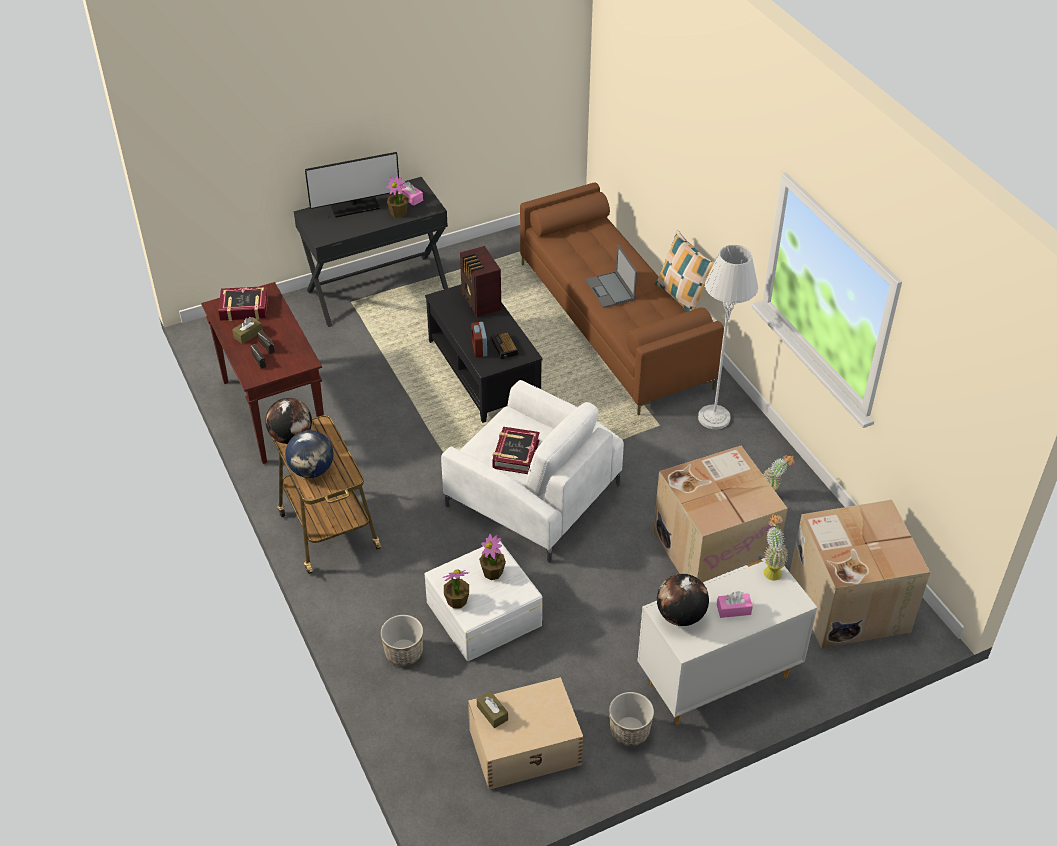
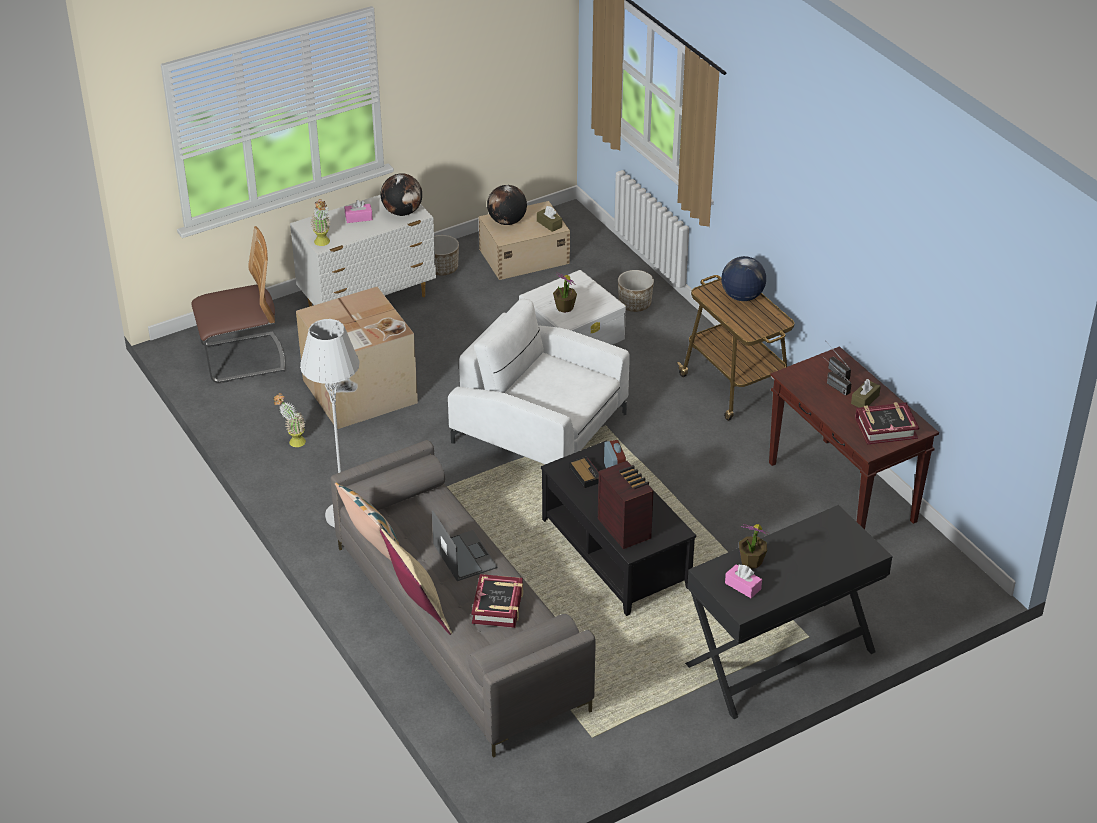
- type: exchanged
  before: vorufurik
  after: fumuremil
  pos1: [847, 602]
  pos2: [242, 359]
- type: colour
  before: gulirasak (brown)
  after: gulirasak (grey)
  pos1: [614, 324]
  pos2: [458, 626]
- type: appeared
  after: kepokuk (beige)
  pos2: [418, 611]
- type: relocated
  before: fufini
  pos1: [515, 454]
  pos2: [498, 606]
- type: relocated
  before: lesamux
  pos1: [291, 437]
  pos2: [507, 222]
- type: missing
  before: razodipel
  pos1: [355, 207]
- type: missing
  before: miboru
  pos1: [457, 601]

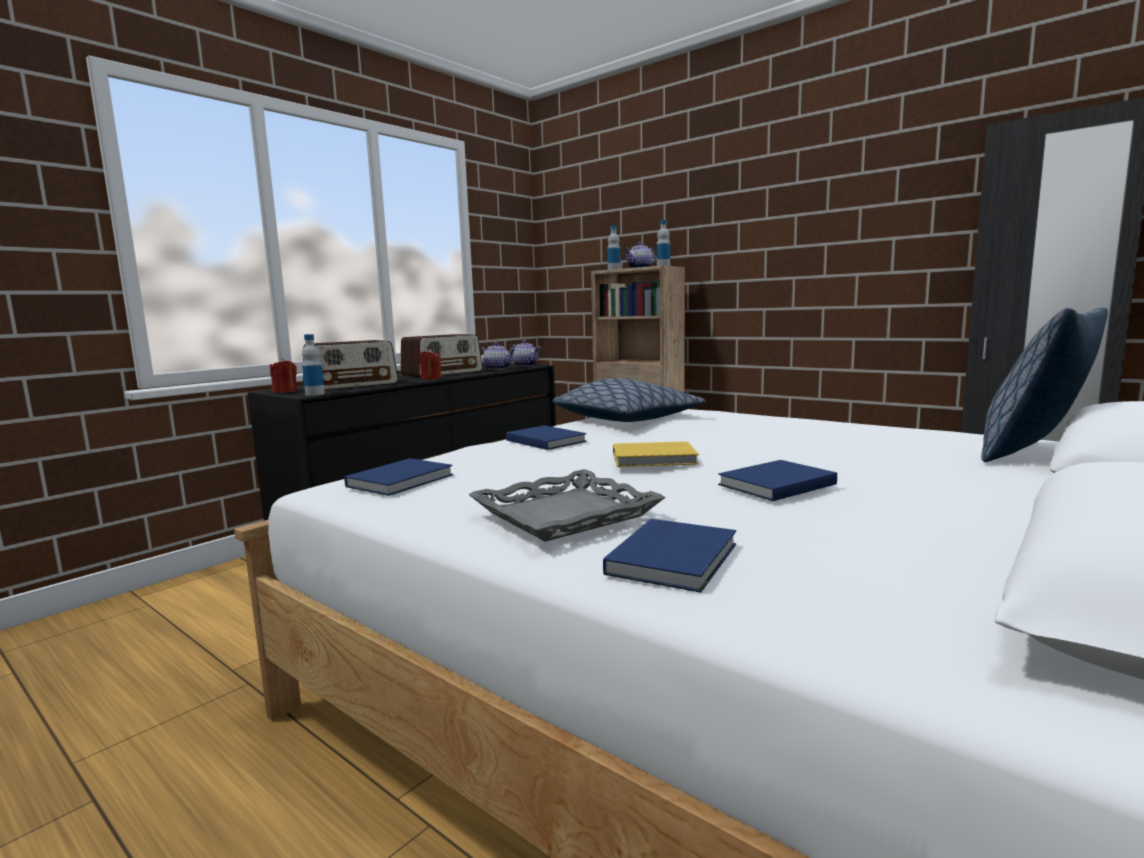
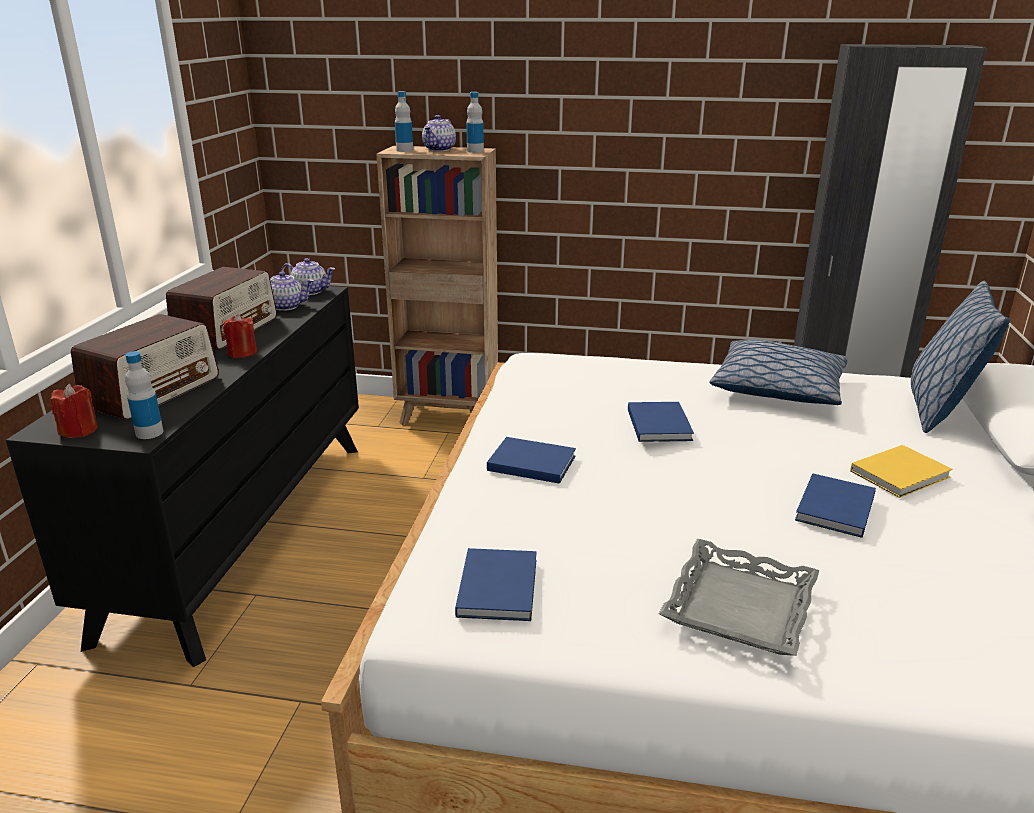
- type: relocated
  before: fufini (blue)
  pos1: [676, 558]
  pos2: [660, 424]
- type: relocated
  before: kepokuk
  pos1: [628, 419]
  pos2: [778, 389]
- type: relocated
  before: fufini (yellow)
  pos1: [656, 458]
  pos2: [902, 474]

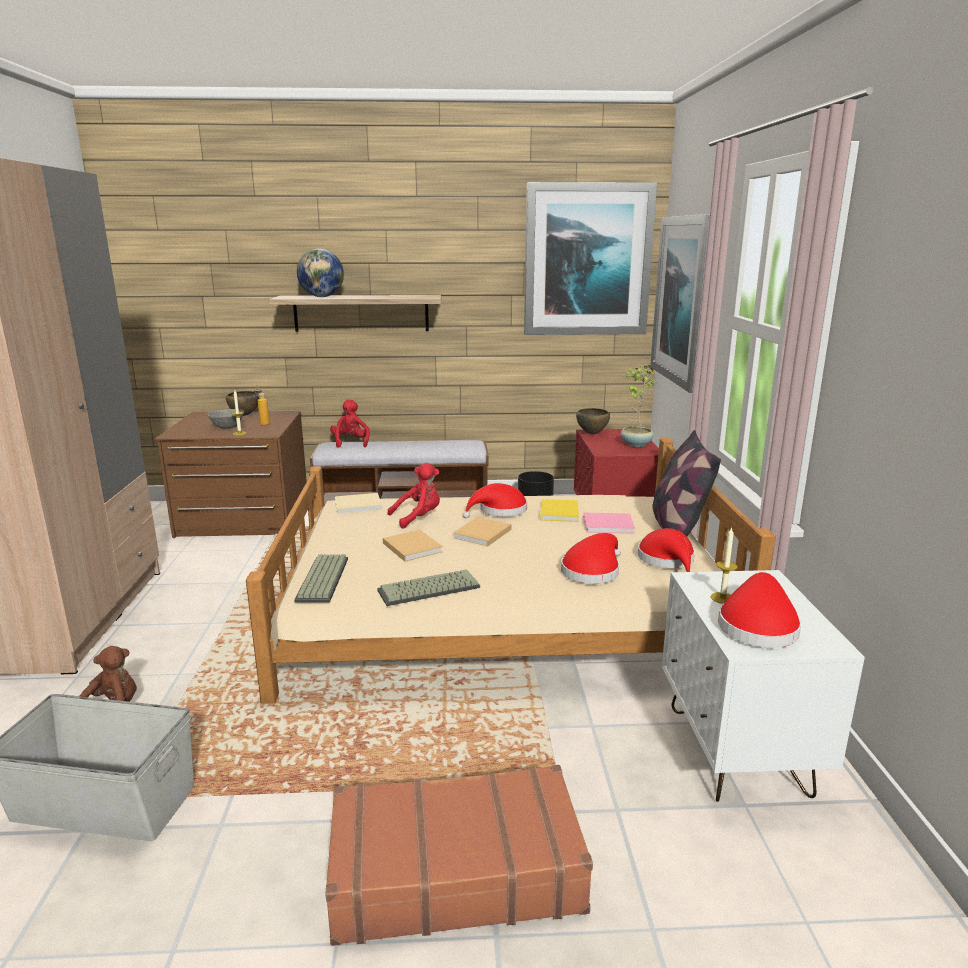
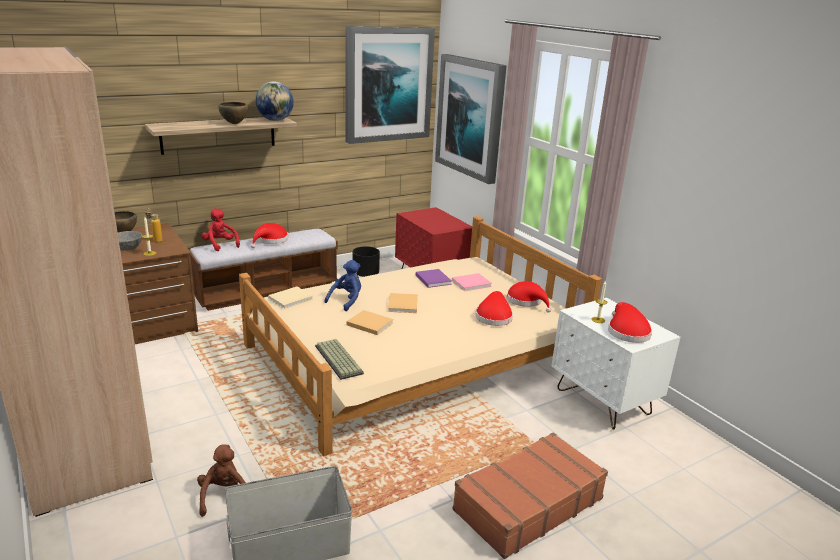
- type: relocated
  before: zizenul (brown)
  pos1: [592, 433]
  pos2: [234, 123]
- type: relocated
  before: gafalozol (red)
  pos1: [499, 511]
  pos2: [271, 240]
- type: relocated
  before: lesamux
  pos1: [322, 297]
  pos2: [275, 120]
- type: colour
  before: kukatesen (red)
  after: kukatesen (blue)
  pos1: [418, 518]
  pos2: [346, 301]
- type: colour
  before: fufini (yellow)
  after: fufini (purple)
  pos1: [559, 512]
  pos2: [432, 279]
- type: missing
  before: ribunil
  pos1: [428, 590]
- type: missing
  before: miboru
  pos1: [635, 444]
- type: missing
  before: kepokuk
  pos1: [676, 528]

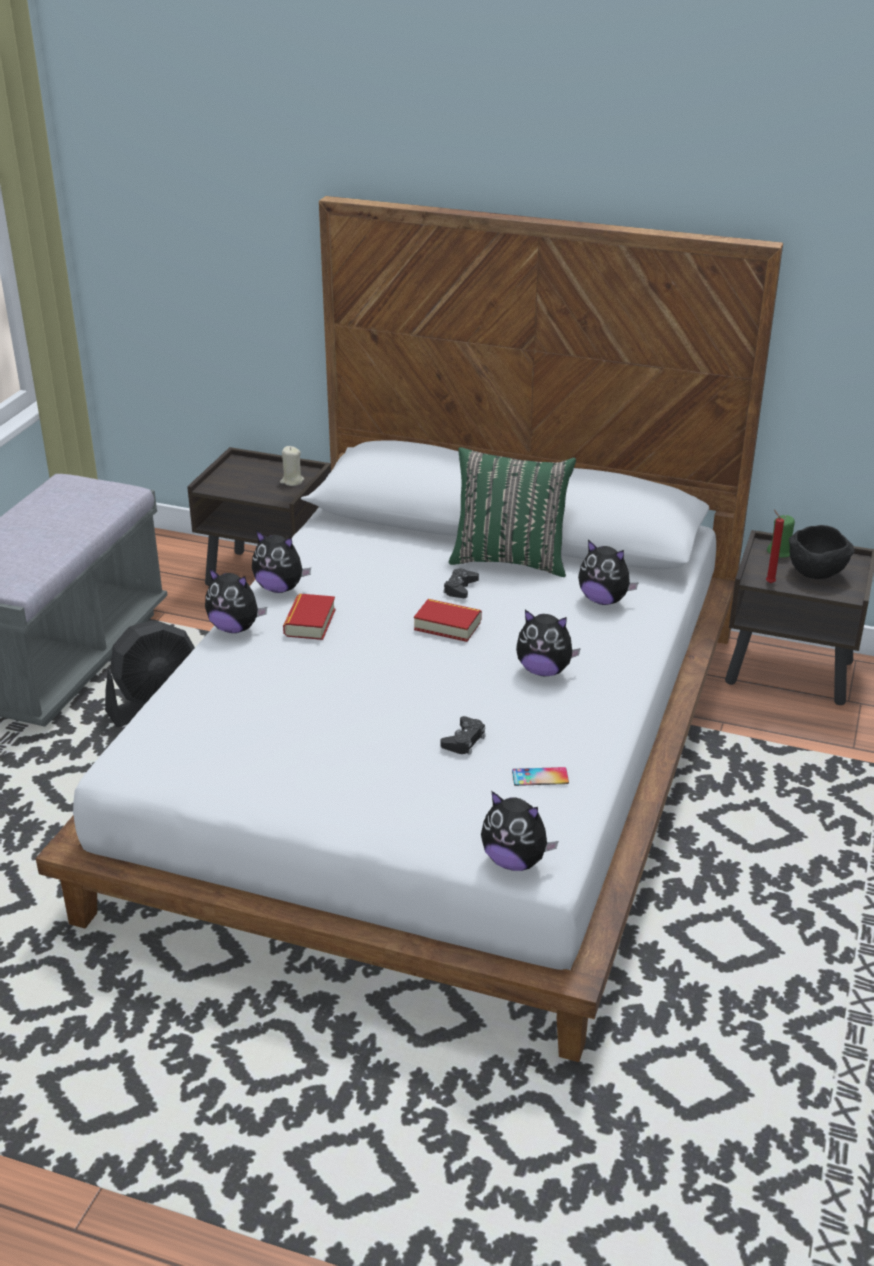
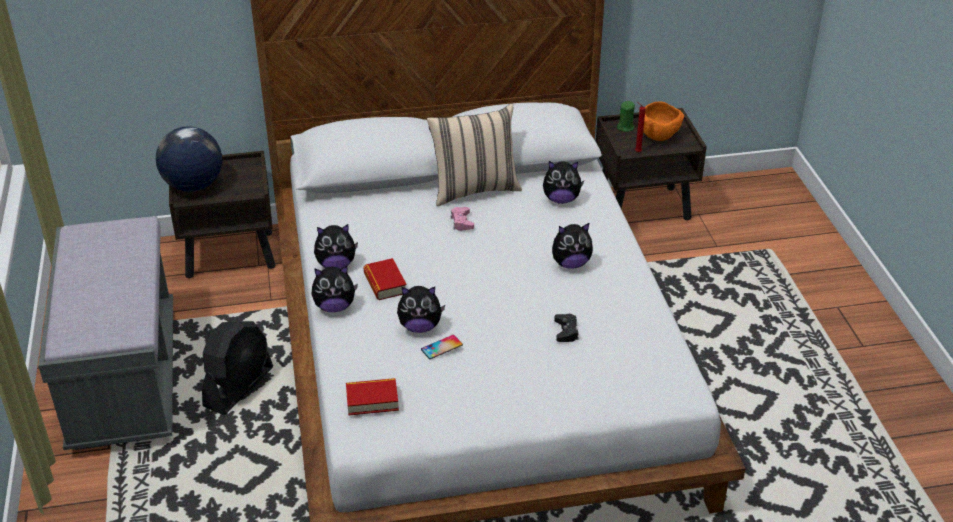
- type: appeared
  after: lesamux
  pos2: [193, 186]
- type: relocated
  before: fufini
  pos1: [447, 625]
  pos2: [372, 400]
- type: relocated
  before: kukatesen
  pos1: [515, 861]
  pos2: [420, 326]
- type: relocated
  before: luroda
  pos1: [540, 777]
  pos2: [441, 347]
- type: colour
  before: kepokuk (green)
  after: kepokuk (beige)
  pos1: [510, 559]
  pos2: [474, 189]
- type: colour
  before: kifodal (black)
  after: kifodal (pink)
  pos1: [460, 588]
  pos2: [462, 222]
- type: colour
  before: zizenul (black)
  after: zizenul (orange)
  pos1: [816, 573]
  pos2: [659, 136]
- type: missing
  before: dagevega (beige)
  pos1: [292, 481]

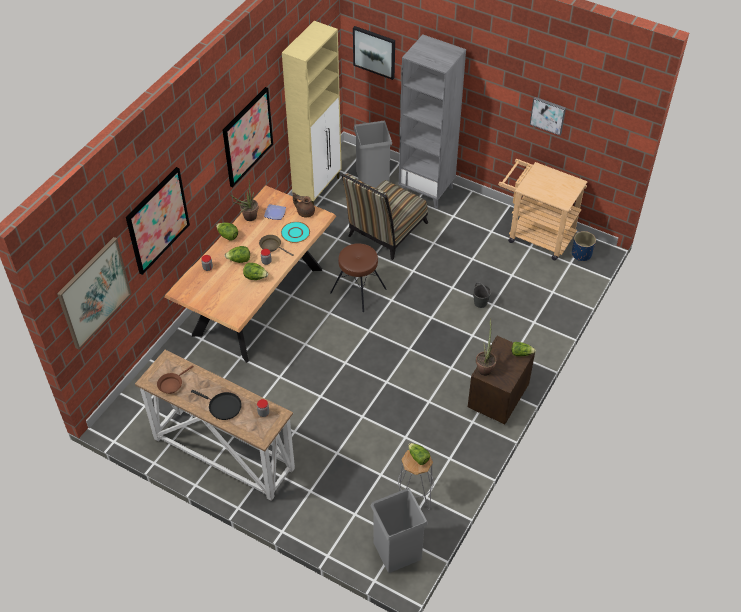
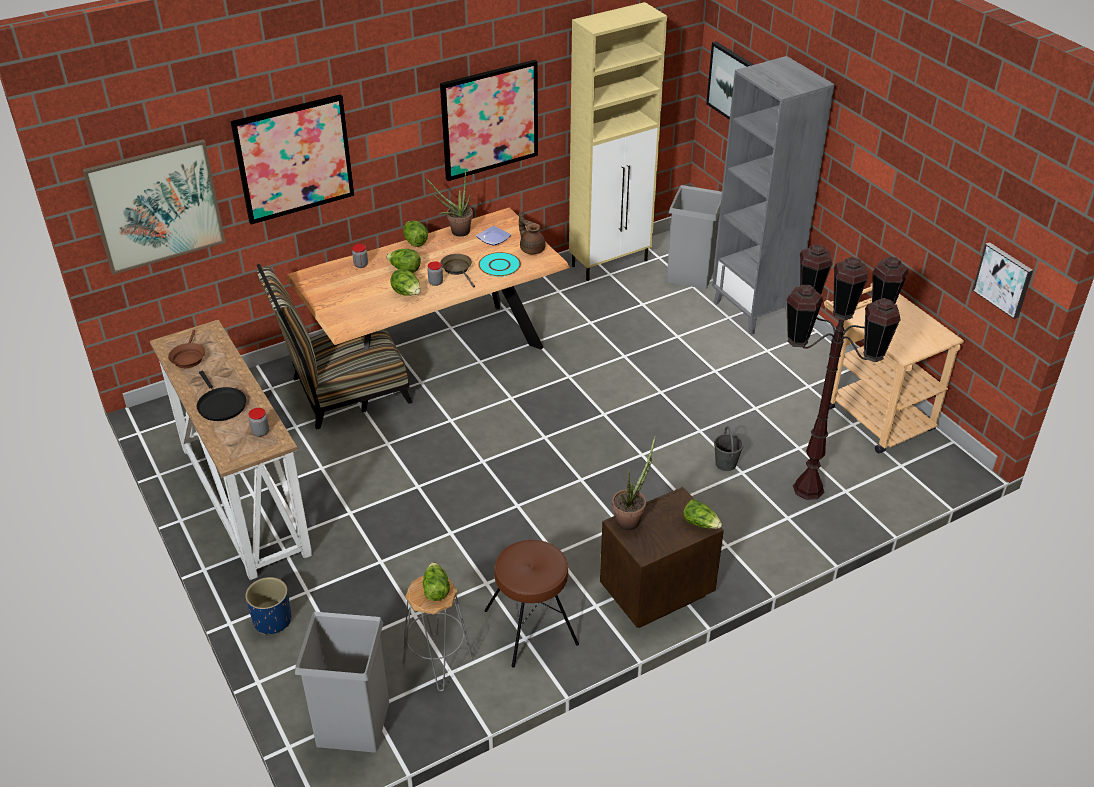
- type: spun
  before: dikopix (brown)
  pos1: [172, 384]
  pos2: [188, 357]
  turn: -75
- type: relocated
  before: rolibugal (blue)
  pos1: [581, 254]
  pos2: [272, 620]
- type: relocated
  before: fumuremil
  pos1: [385, 232]
  pos2: [343, 392]
- type: relocated
  before: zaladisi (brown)
  pos1: [358, 290]
  pos2: [531, 626]
- type: appeared
  after: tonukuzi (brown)
  pos2: [807, 489]
- type: relocated
  before: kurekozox
  pos1: [548, 115]
  pos2: [1004, 279]

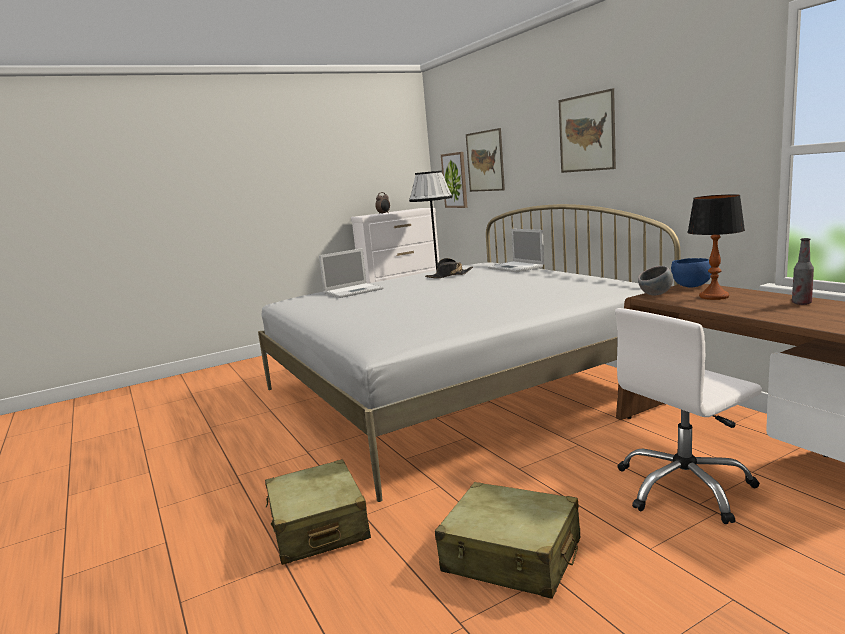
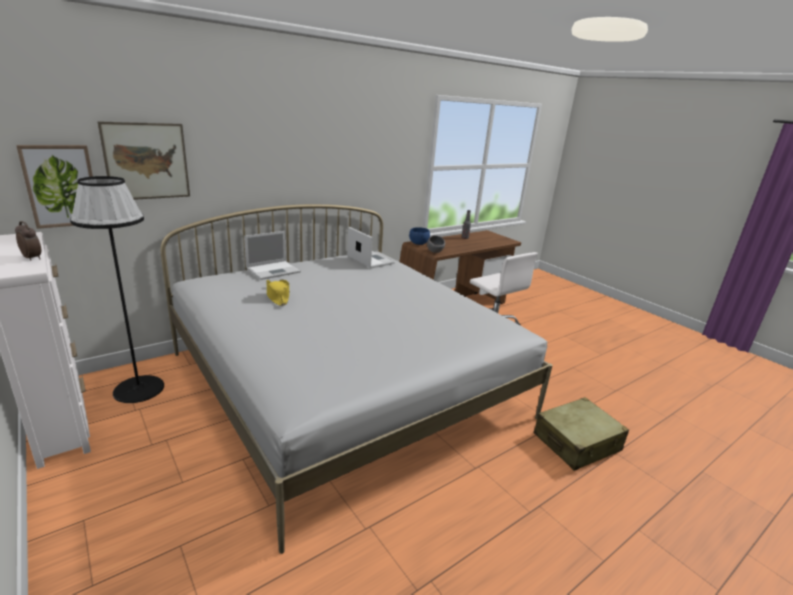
- type: colour
  before: gafalozol (black)
  after: gafalozol (yellow)
  pos1: [449, 275]
  pos2: [278, 296]
- type: relocated
  before: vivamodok
  pos1: [354, 291]
  pos2: [369, 260]
- type: missing
  before: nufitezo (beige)
  pos1: [511, 556]
- type: missing
  before: kurekozox
  pos1: [586, 133]
- type: missing
  before: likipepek
  pos1: [714, 296]

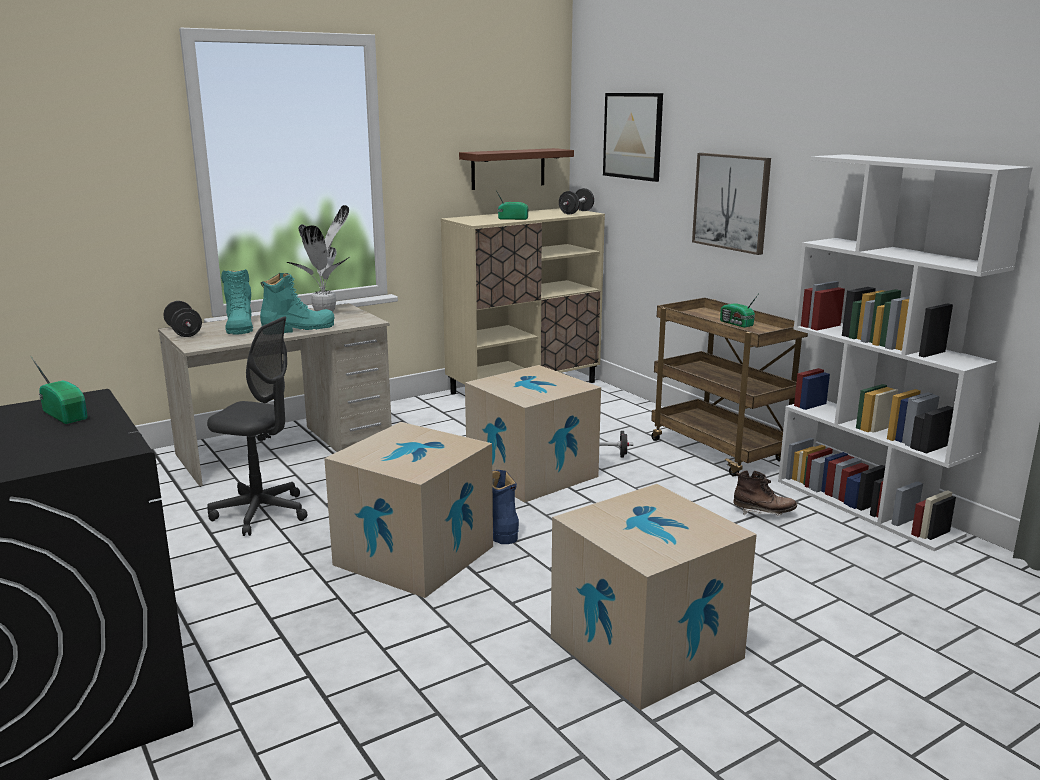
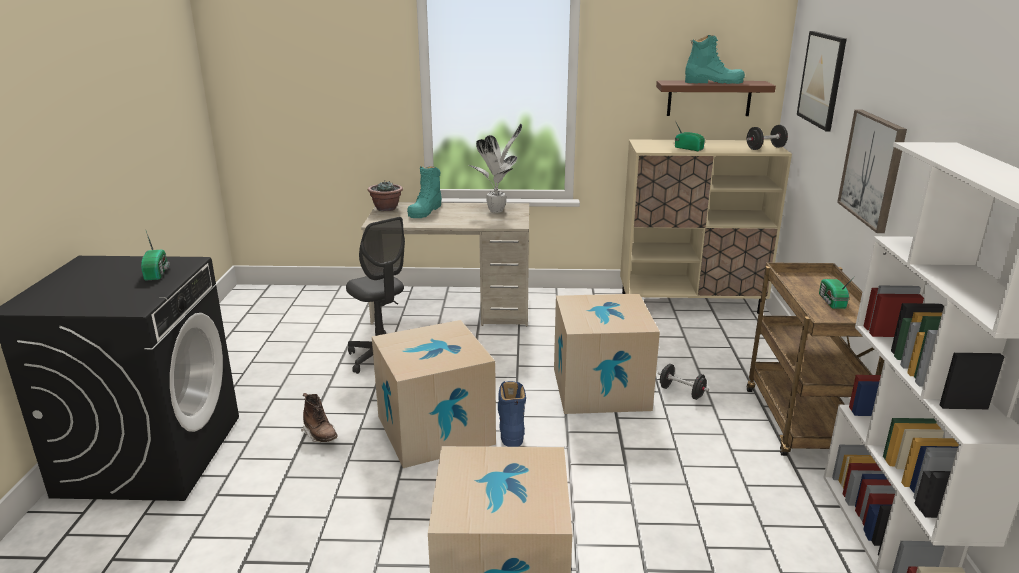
- type: relocated
  before: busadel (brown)
  pos1: [763, 512]
  pos2: [320, 435]
- type: exchanged
  before: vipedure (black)
  after: miboru
  pos1: [184, 332]
  pos2: [386, 208]
- type: relocated
  before: busadel (turquoise)
  pos1: [298, 329]
  pos2: [713, 82]

